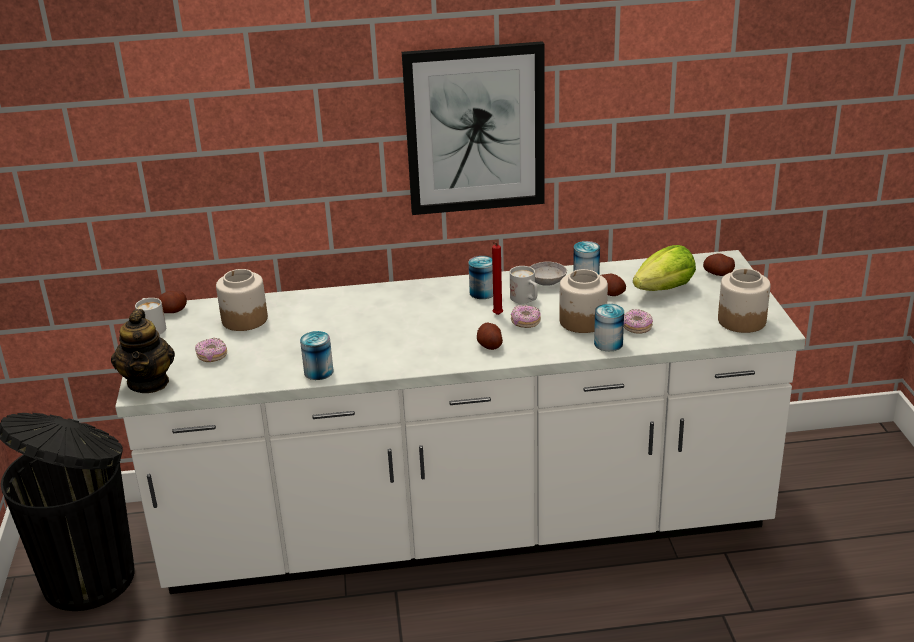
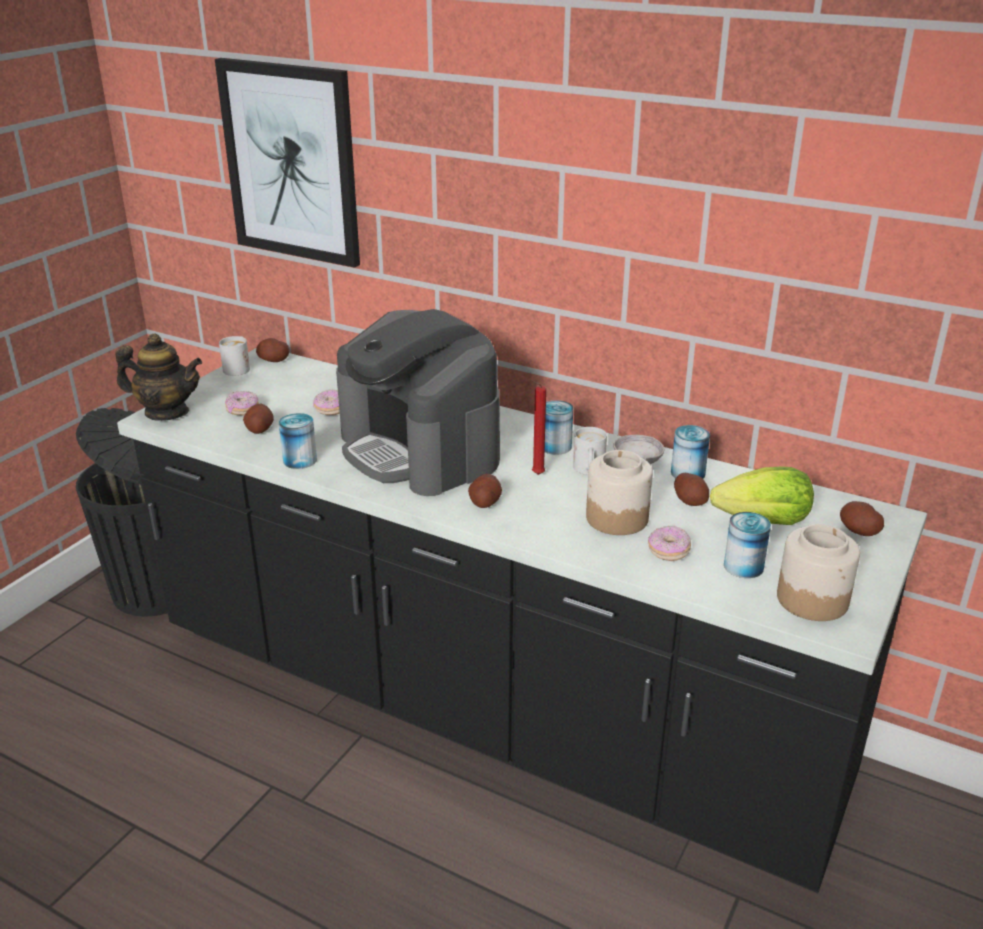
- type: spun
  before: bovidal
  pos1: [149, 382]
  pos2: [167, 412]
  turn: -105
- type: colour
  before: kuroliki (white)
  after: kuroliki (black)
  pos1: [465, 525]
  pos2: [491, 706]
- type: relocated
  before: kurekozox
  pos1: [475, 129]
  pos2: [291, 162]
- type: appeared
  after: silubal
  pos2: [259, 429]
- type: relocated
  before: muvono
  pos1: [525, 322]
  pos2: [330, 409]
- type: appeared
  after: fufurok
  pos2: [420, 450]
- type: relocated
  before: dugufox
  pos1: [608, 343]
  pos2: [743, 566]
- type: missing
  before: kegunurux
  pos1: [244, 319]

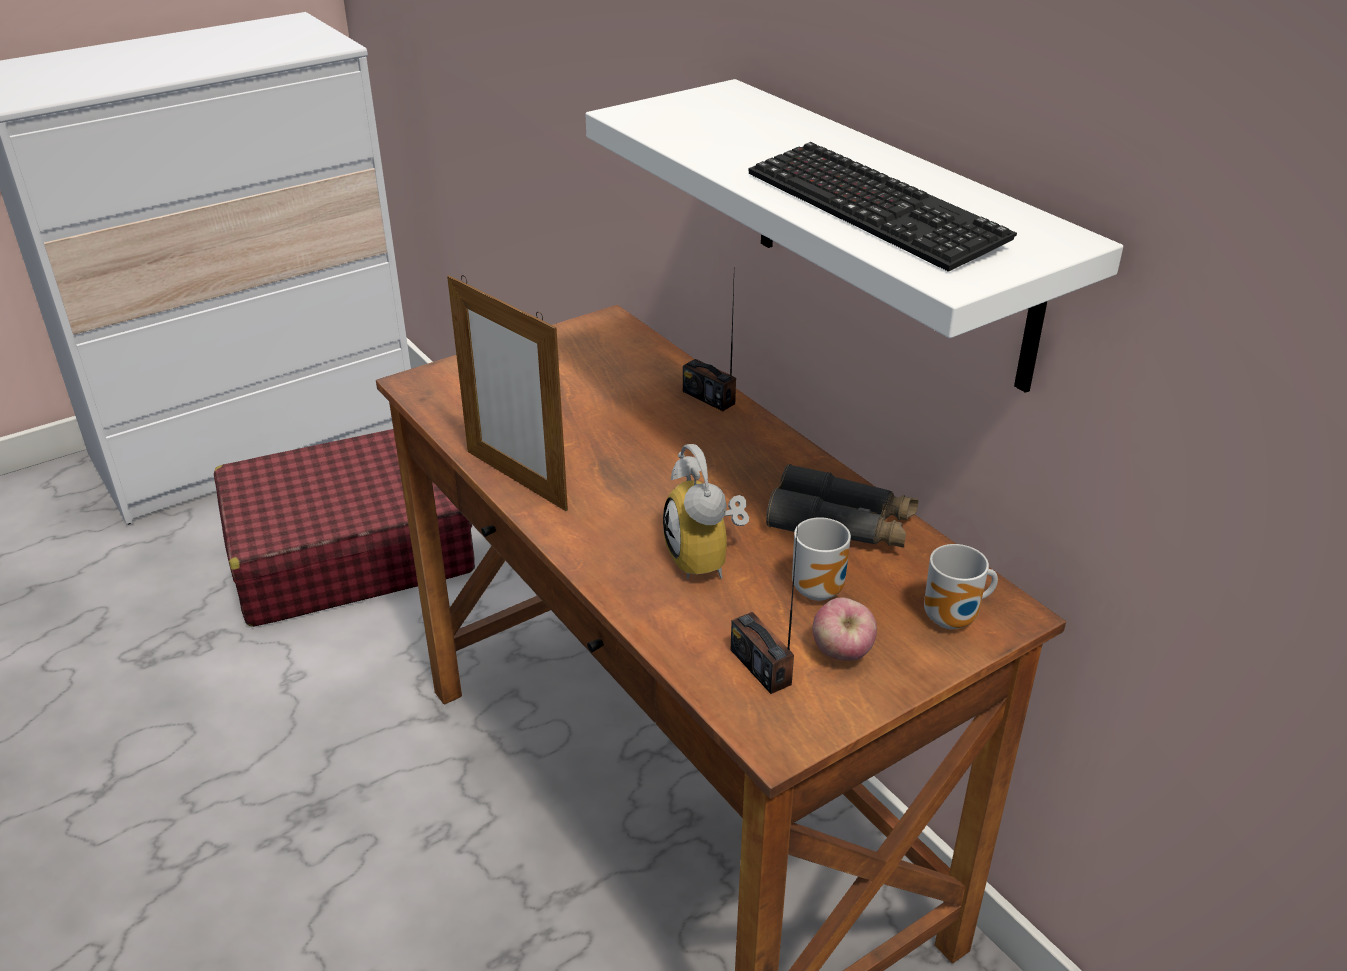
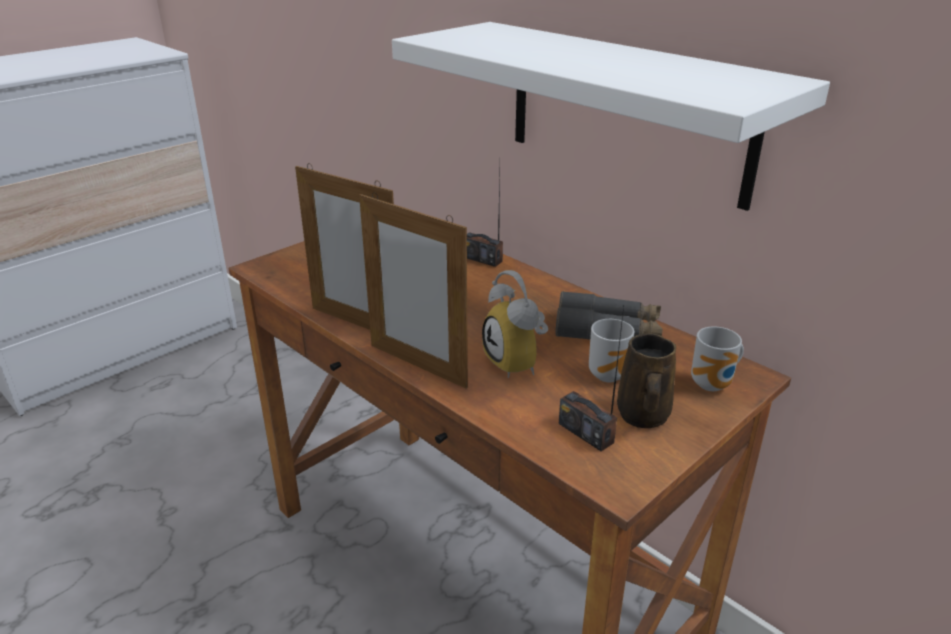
- type: appeared
  after: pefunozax
  pos2: [417, 365]
- type: exchanged
  before: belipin
  after: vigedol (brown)
  pos1: [842, 654]
  pos2: [643, 417]
- type: missing
  before: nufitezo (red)
  pos1: [348, 551]
- type: missing
  before: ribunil
  pos1: [873, 210]

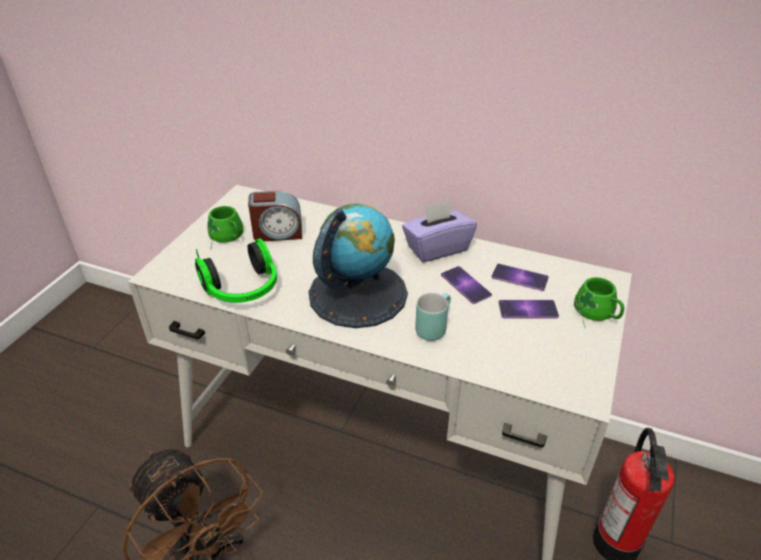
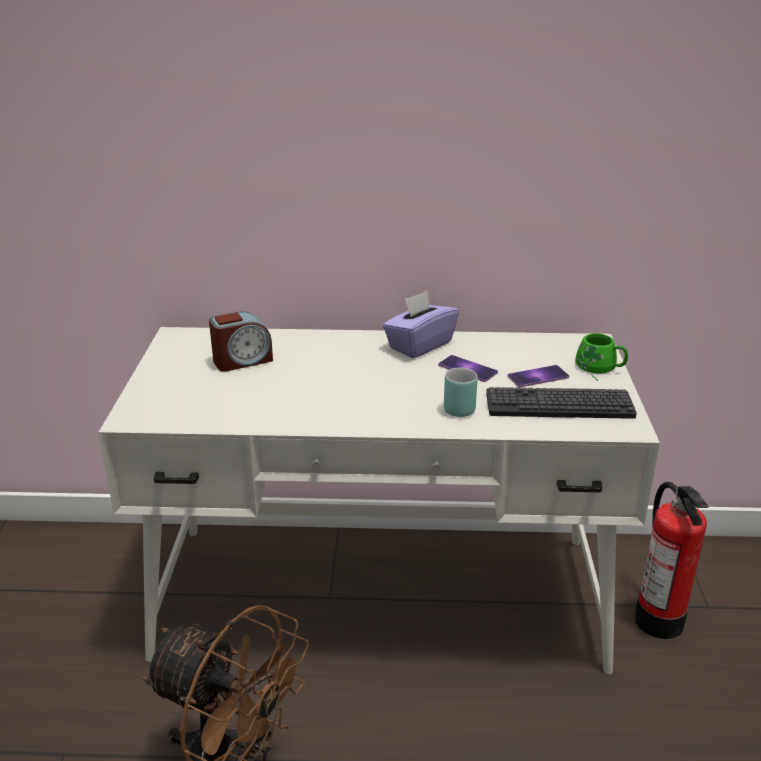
- type: appeared
  after: ribunil
  pos2: [559, 405]
- type: missing
  before: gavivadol
  pos1: [243, 290]
- type: missing
  before: vigedol (green)
  pos1: [225, 237]
- type: missing
  before: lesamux
  pos1: [357, 293]
- type: missing
  before: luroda
  pos1: [519, 277]

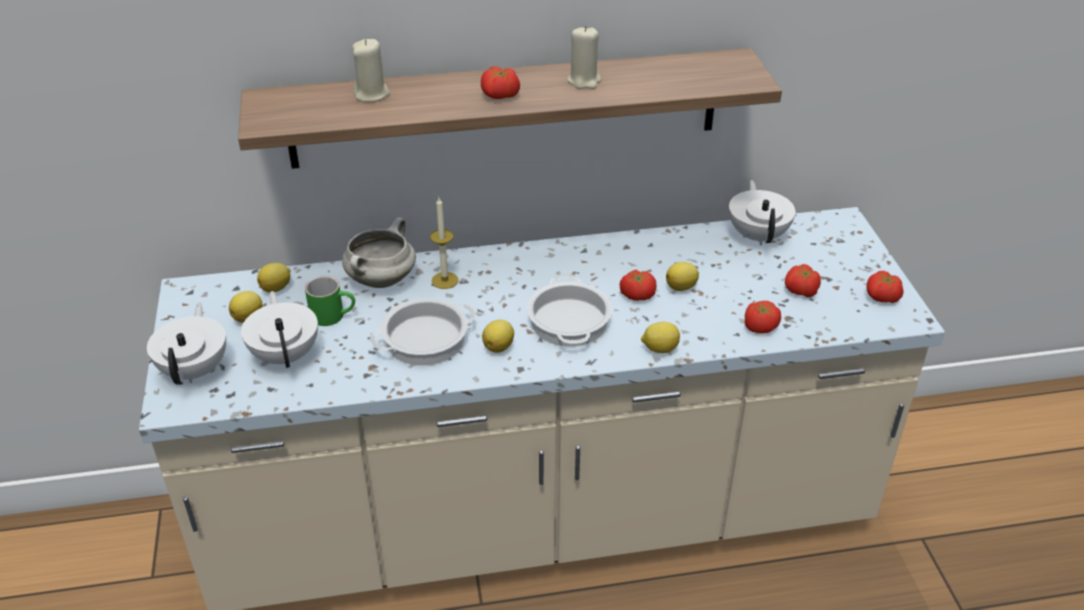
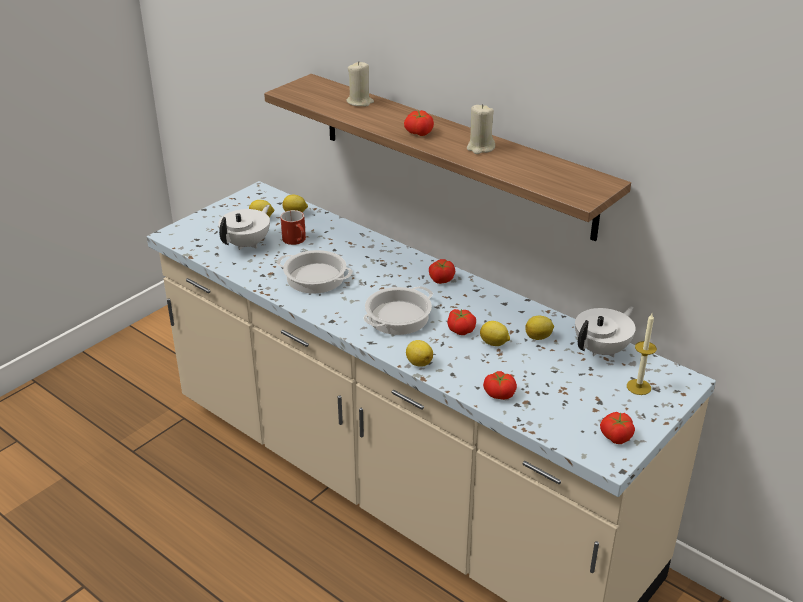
- type: colour
  before: vigedol (green)
  after: vigedol (red)
  pos1: [334, 315]
  pos2: [297, 240]
- type: relocated
  before: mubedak
  pos1: [801, 290]
  pos2: [441, 279]
- type: relocated
  before: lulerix
  pos1: [499, 346]
  pos2: [539, 337]
- type: relocated
  before: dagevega
  pos1: [445, 280]
  pos2: [638, 387]
- type: missing
  before: bovidal (white)
  pos1: [195, 369]
- type: missing
  before: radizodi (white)
  pos1: [381, 279]

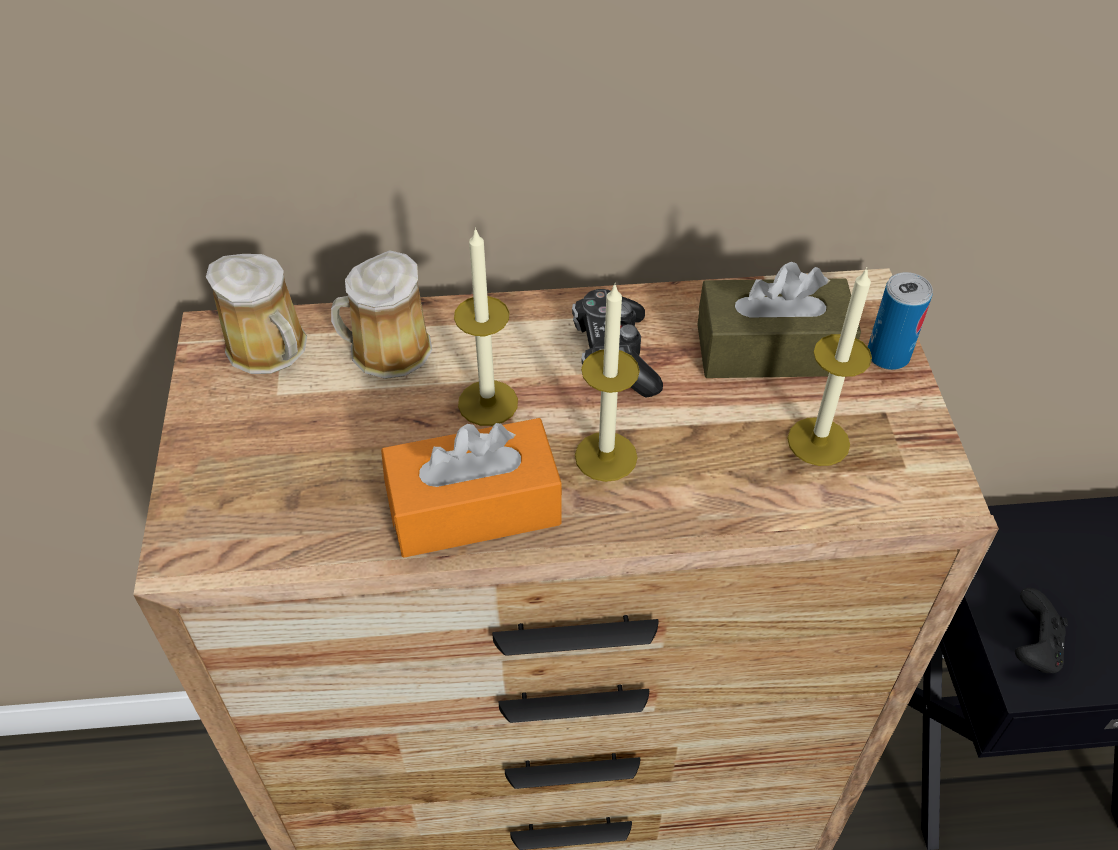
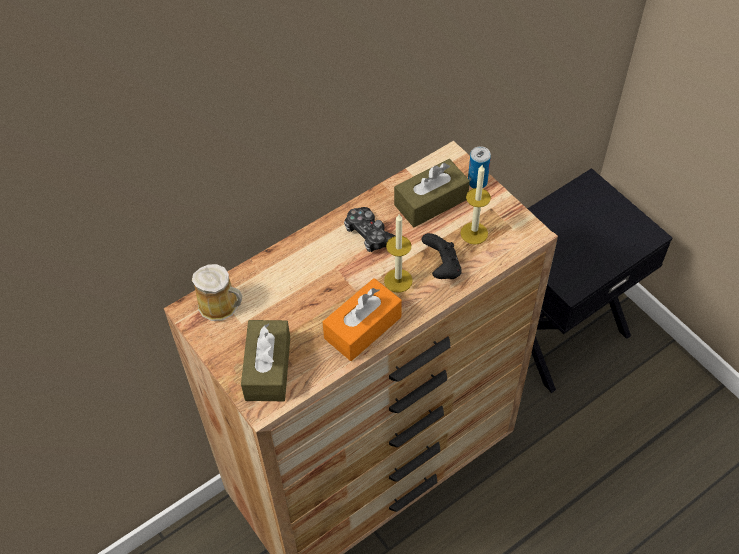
- type: appeared
  after: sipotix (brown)
  pos2: [268, 368]
- type: relocated
  before: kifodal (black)
  pos1: [1032, 648]
  pos2: [442, 268]
- type: missing
  before: vigedol
  pos1: [385, 350]
- type: missing
  before: dagevega
  pos1: [488, 403]

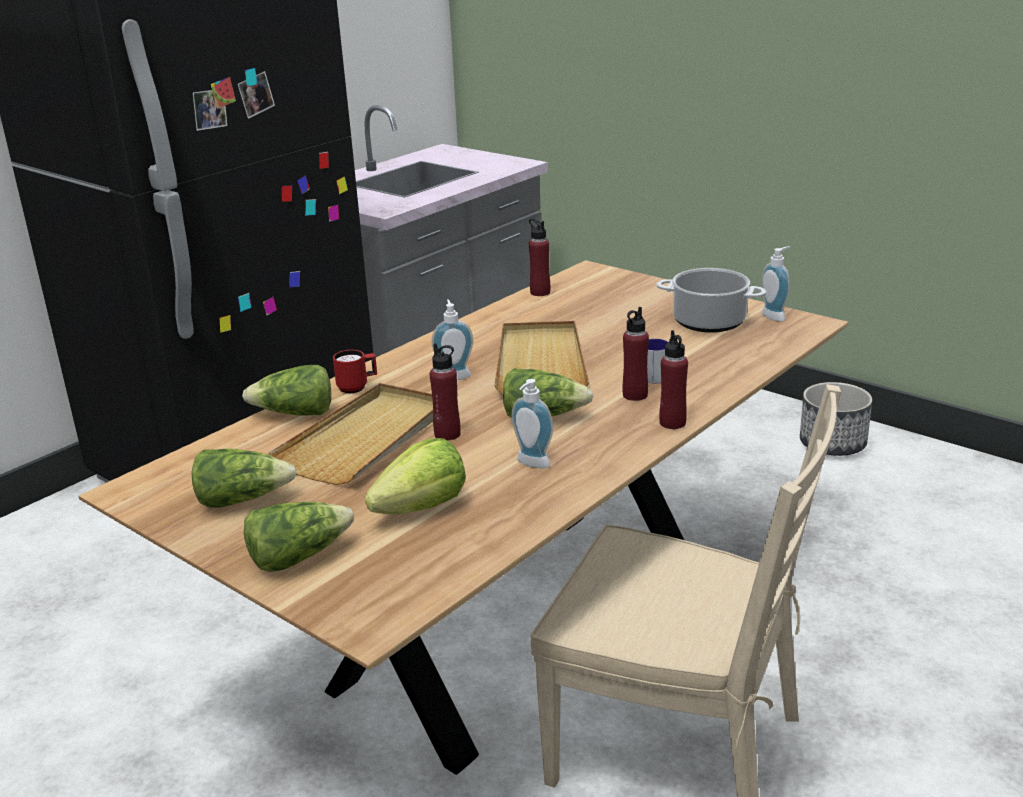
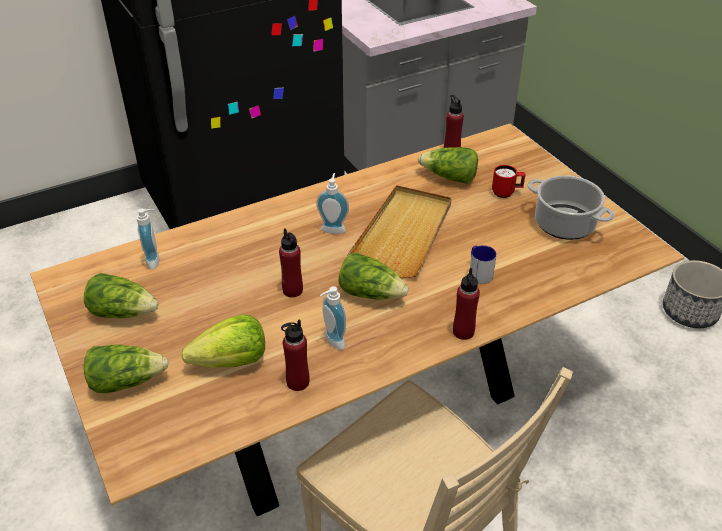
- type: relocated
  before: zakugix
  pos1: [775, 316]
  pos2: [156, 261]
- type: relocated
  before: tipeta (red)
  pos1: [635, 395]
  pos2: [297, 382]
- type: relocated
  before: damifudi
  pos1: [295, 414]
  pos2: [449, 178]
- type: relocated
  before: vigedol (red)
  pos1: [357, 387]
  pos2: [506, 193]
- type: missing
  before: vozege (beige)
  pos1: [367, 438]

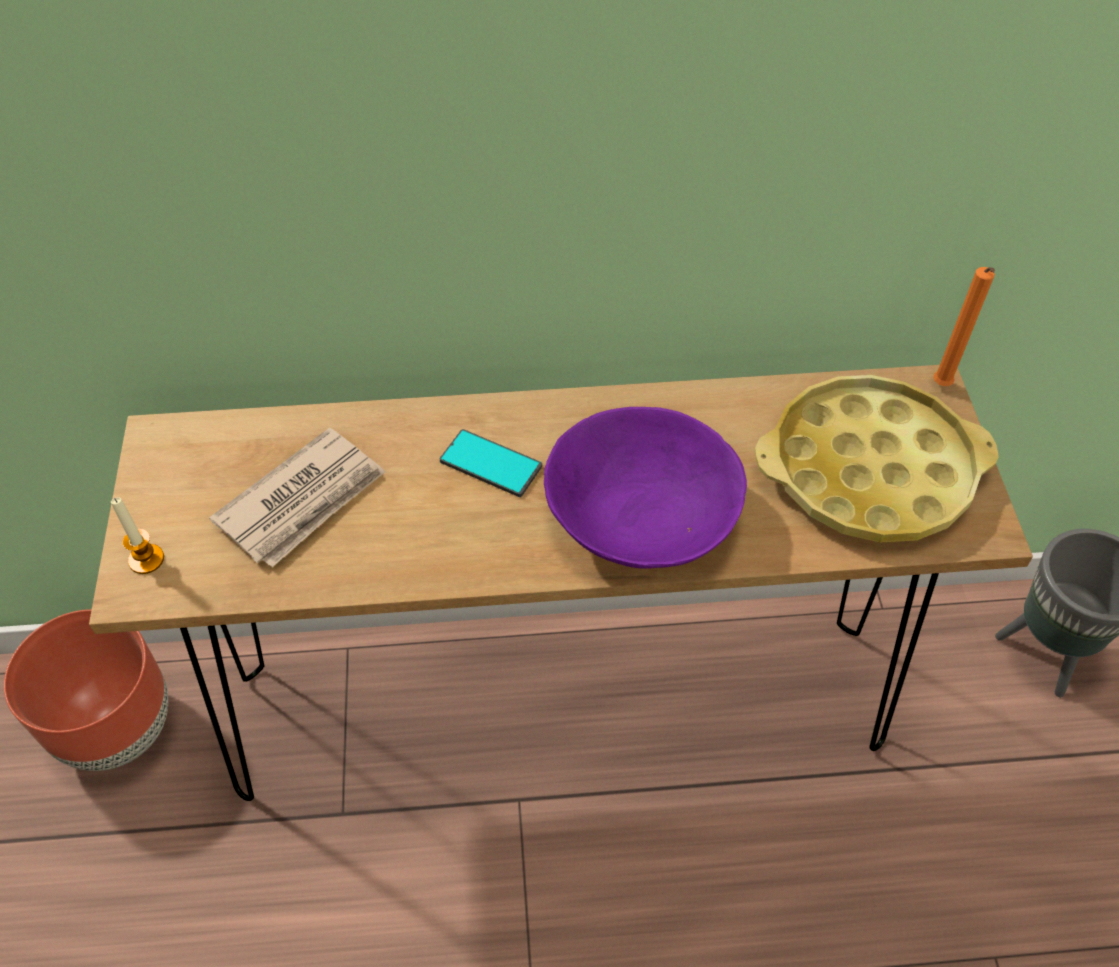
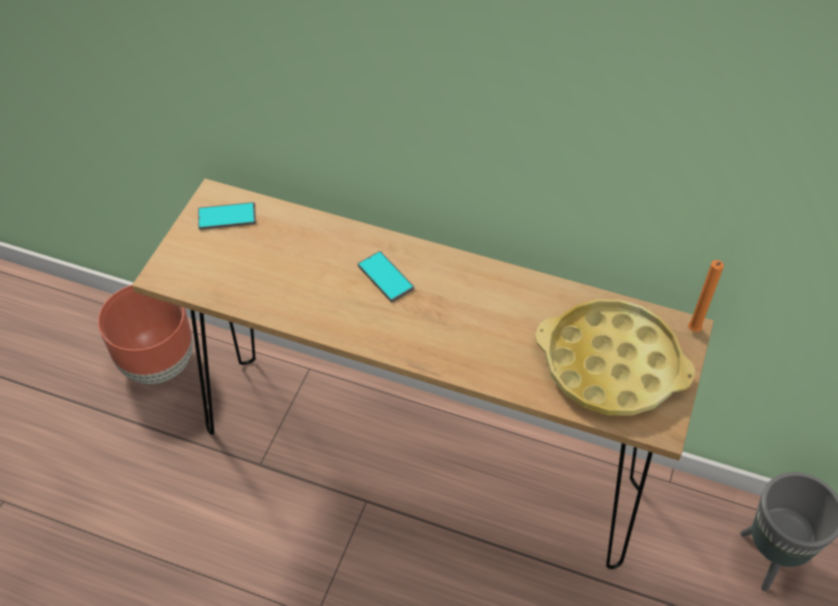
- type: appeared
  after: luroda
  pos2: [227, 216]
- type: missing
  before: dagevega
  pos1: [146, 559]
- type: missing
  before: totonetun
  pos1: [303, 501]
- type: missing
  before: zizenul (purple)
  pos1: [641, 518]

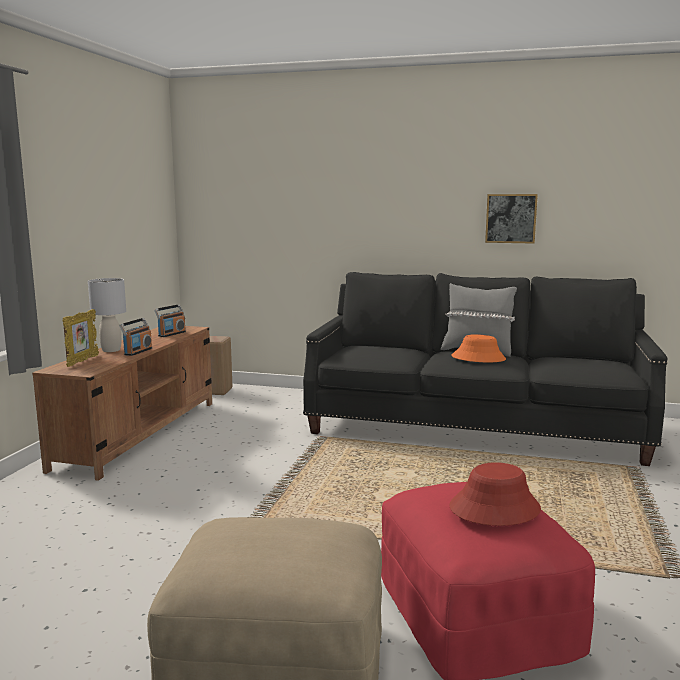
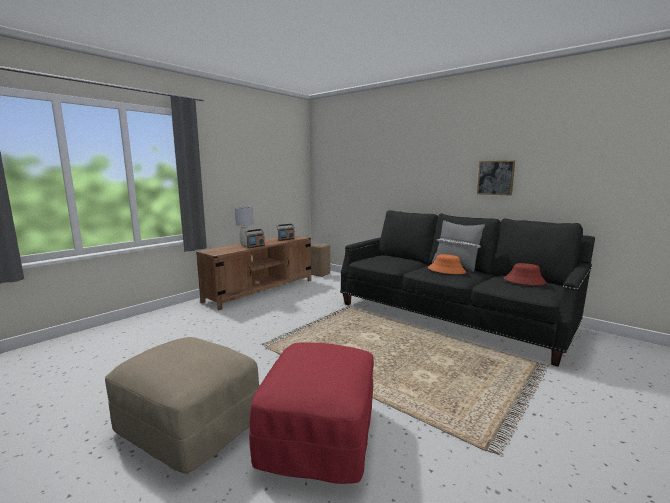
- type: relocated
  before: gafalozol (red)
  pos1: [494, 508]
  pos2: [524, 281]
- type: missing
  before: pefunozax
  pos1: [82, 361]

